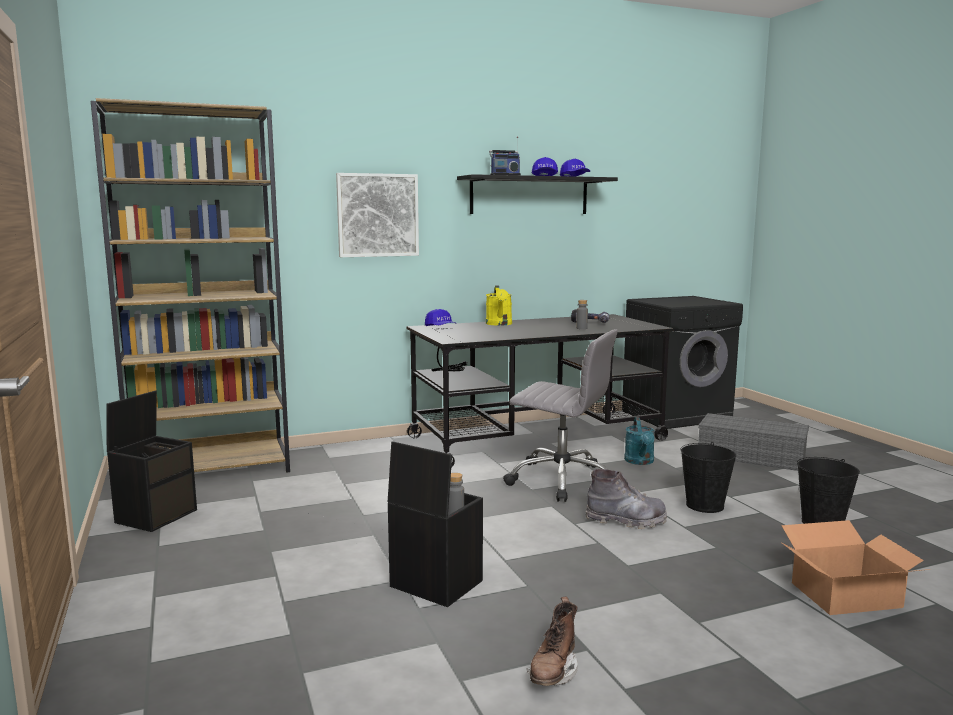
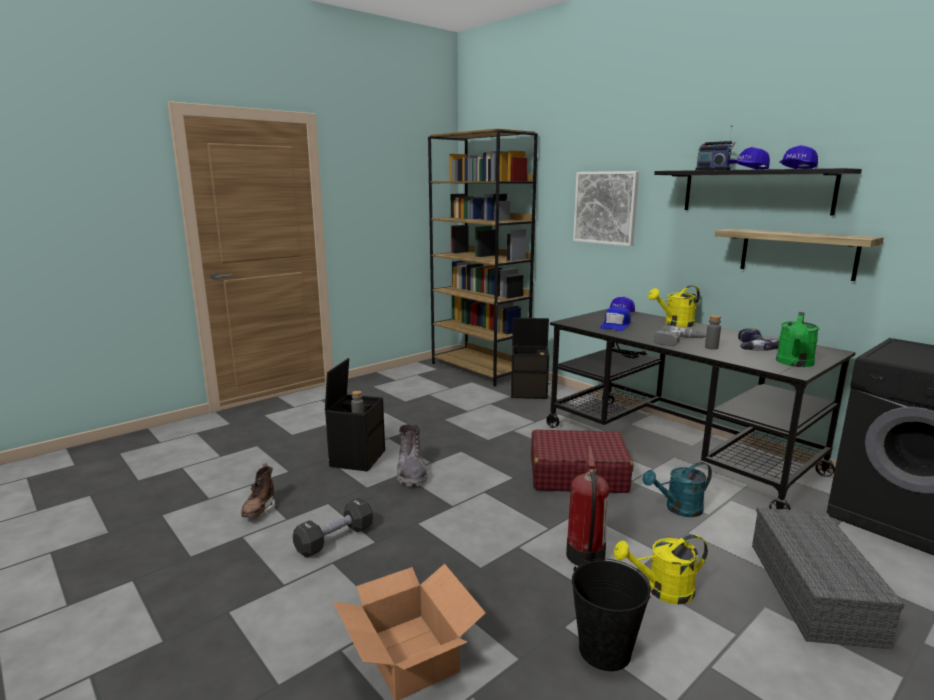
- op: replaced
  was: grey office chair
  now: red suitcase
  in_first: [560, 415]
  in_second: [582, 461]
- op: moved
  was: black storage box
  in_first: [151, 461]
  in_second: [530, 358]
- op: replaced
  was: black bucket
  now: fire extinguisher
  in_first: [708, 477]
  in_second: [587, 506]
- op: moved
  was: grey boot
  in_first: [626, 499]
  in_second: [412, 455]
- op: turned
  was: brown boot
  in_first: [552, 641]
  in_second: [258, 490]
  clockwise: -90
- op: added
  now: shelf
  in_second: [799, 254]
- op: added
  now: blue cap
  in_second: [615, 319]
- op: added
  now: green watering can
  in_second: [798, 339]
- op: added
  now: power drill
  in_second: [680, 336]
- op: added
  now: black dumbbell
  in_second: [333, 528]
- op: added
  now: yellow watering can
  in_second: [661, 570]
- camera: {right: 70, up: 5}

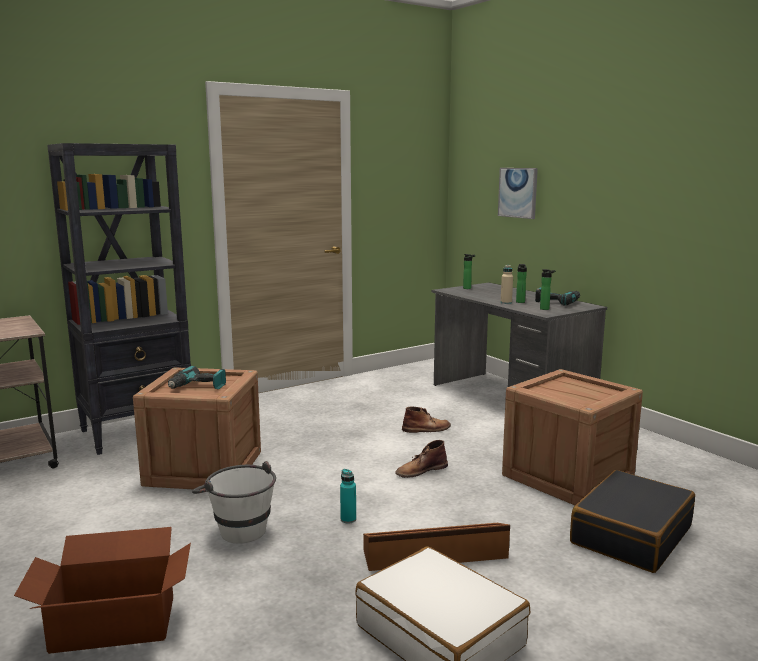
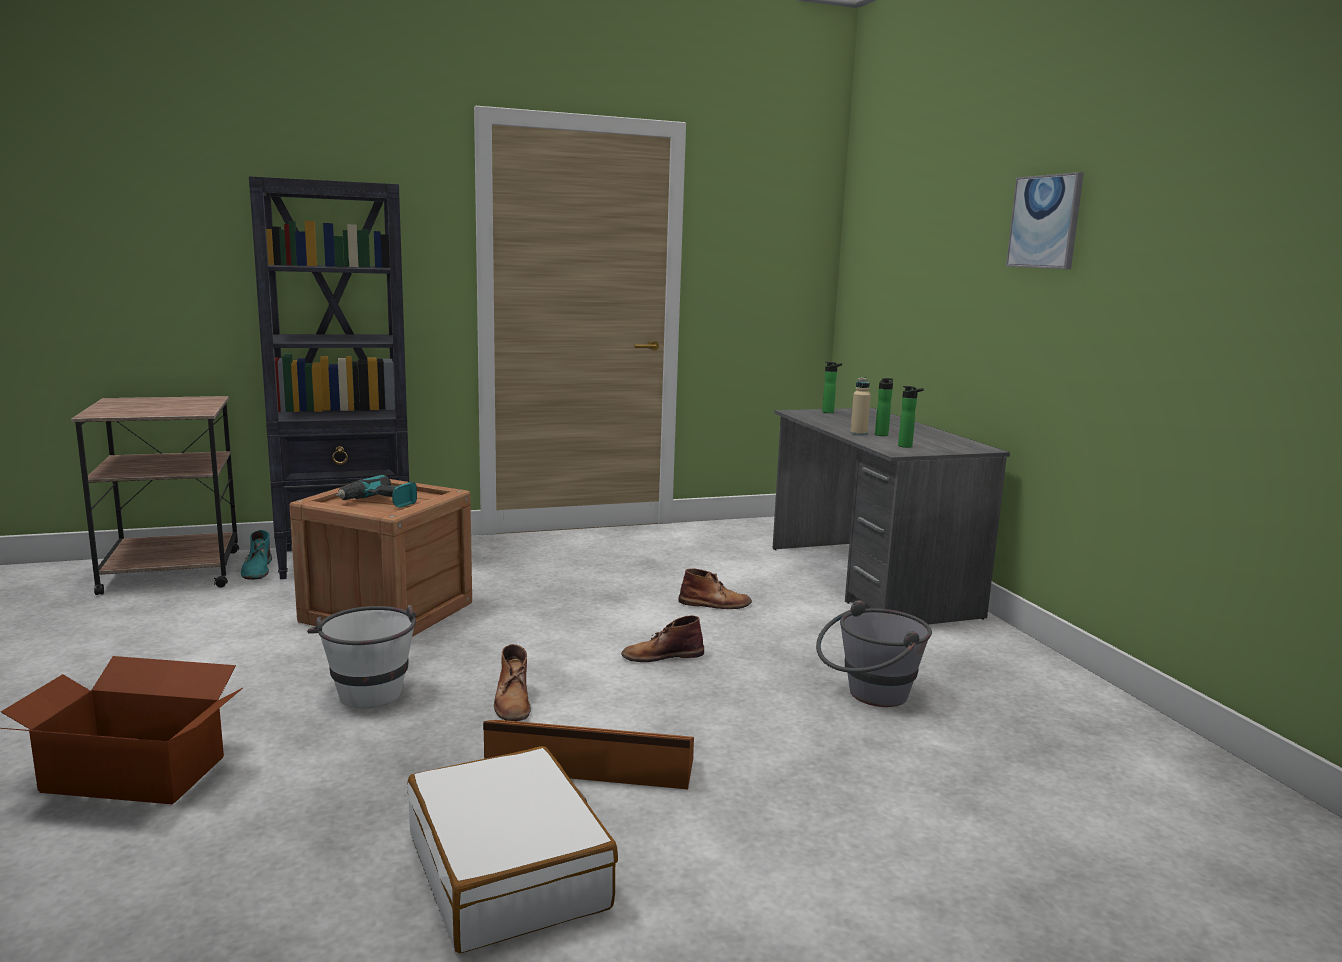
- op: moved
  was: picture
  in_first: [518, 193]
  in_second: [1045, 220]
- op: removed
  was: power drill
  in_first: [557, 296]
- op: replaced
  was: crate
  now: grey bucket
  in_first: [572, 437]
  in_second: [874, 653]
- op: replaced
  was: turquoise bottle
  now: brown boot
  in_first: [348, 496]
  in_second: [512, 682]
- op: removed
  was: black suitcase
  in_first: [632, 521]
- op: added
  now: turquoise boot
  in_second: [256, 555]
- camera: {right: 15, up: 0}

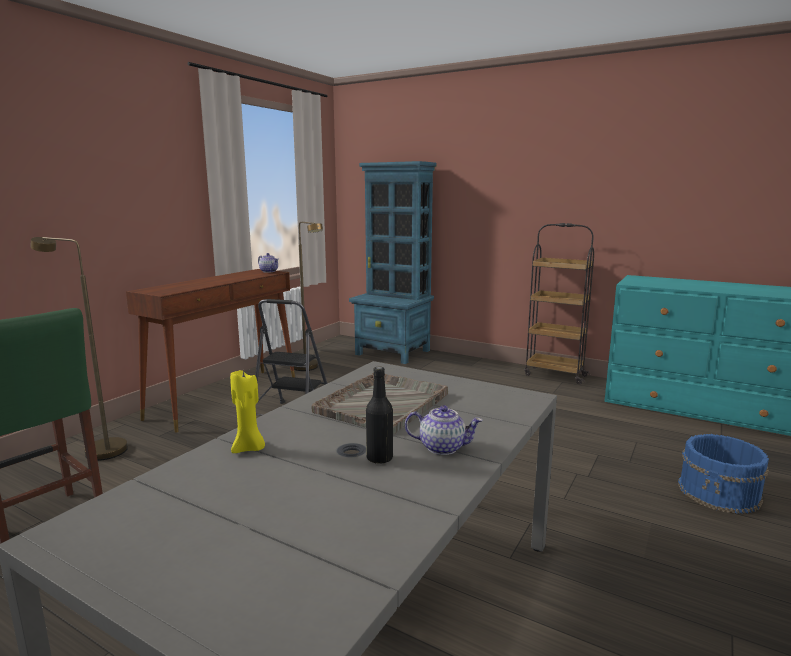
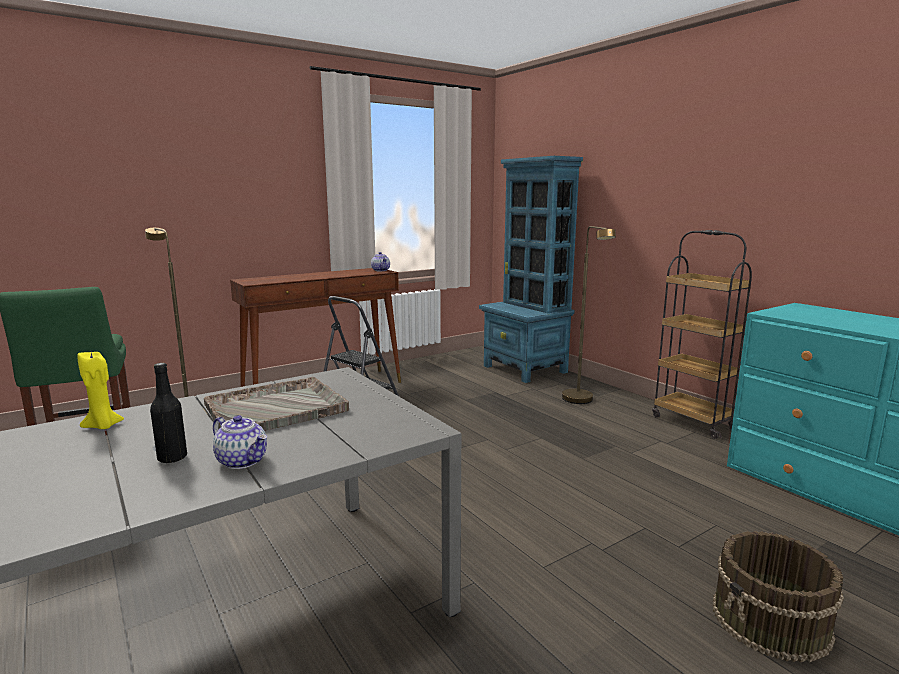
- op: moved
  was: brown floor lamp
  in_first: [308, 296]
  in_second: [589, 315]
- op: recoloured
  was: blue bucket
  now: brown bucket
  in_first: [723, 474]
  in_second: [778, 597]
- camera: {right: 25, up: 0}

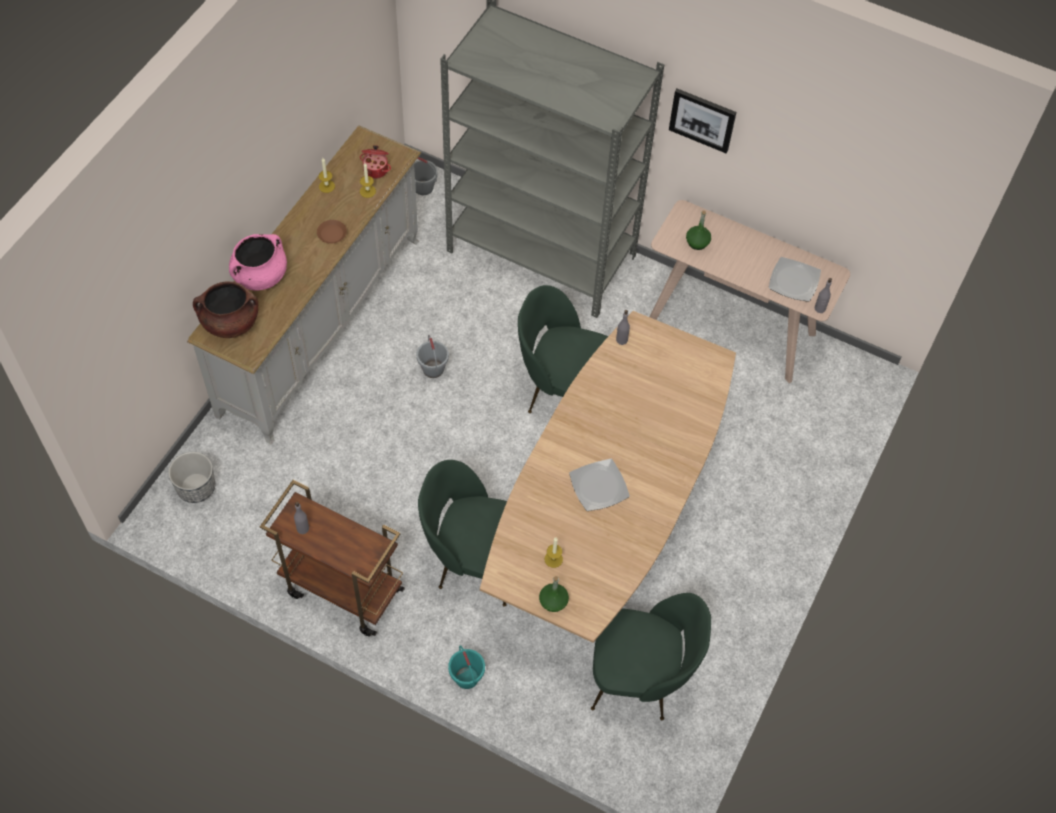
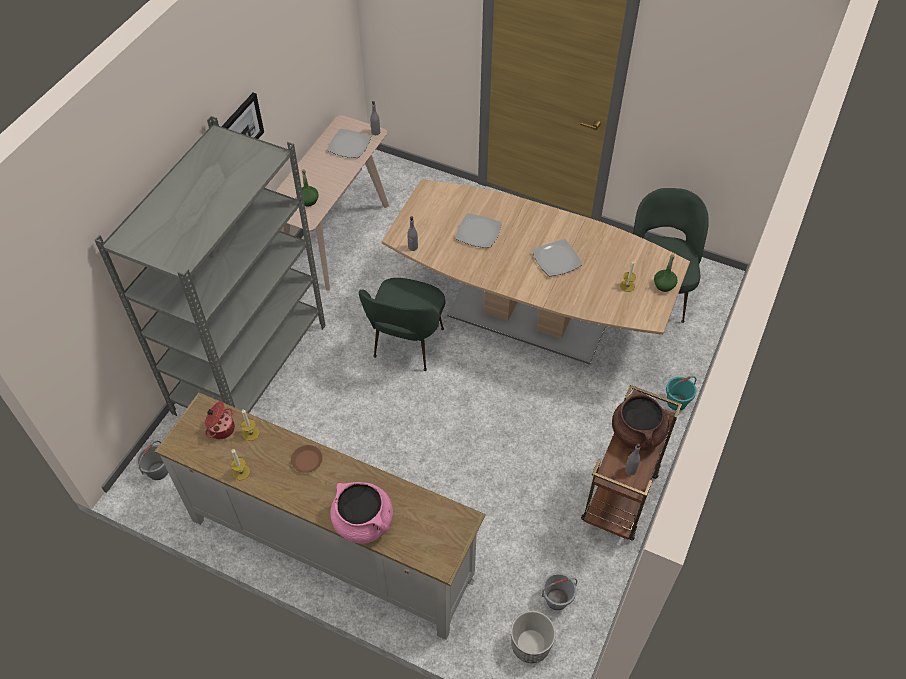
- op: moved
  was: brown cooking pot
  in_first: [225, 310]
  in_second: [640, 420]
- op: moved
  was: grey bucket
  in_first: [432, 356]
  in_second: [559, 591]
- op: removed
  was: green chair
  in_first: [462, 533]
- op: added
  now: plate
  in_second: [478, 230]
- camera: {right: -90, up: -5}

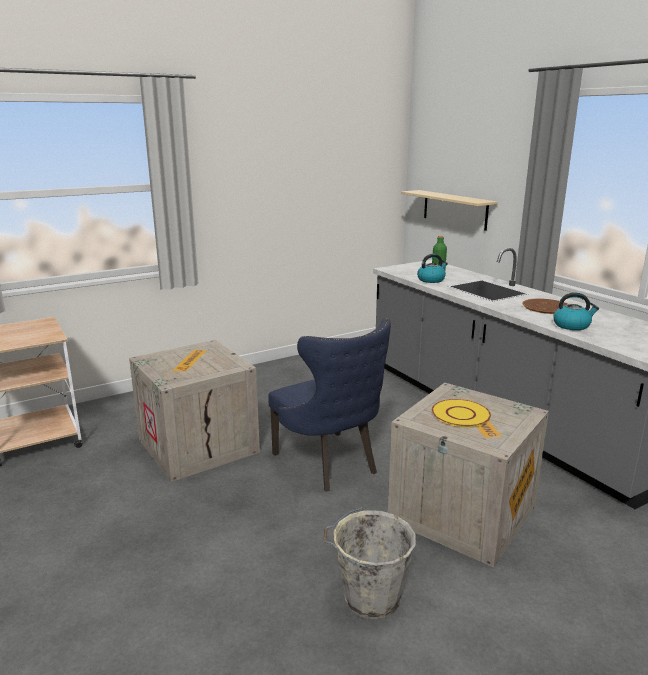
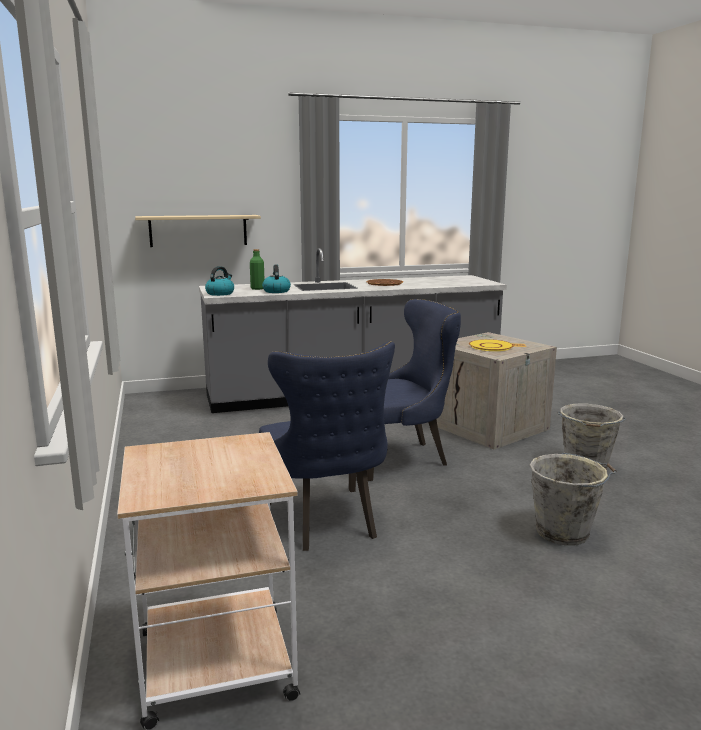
- op: moved
  was: kettle
  in_first: [576, 311]
  in_second: [219, 281]
- op: replaced
  was: crate
  now: blue chair
  in_first: [194, 411]
  in_second: [327, 446]
- op: added
  now: grey bucket
  in_second: [573, 499]
- camera: {right: -75, up: -5}

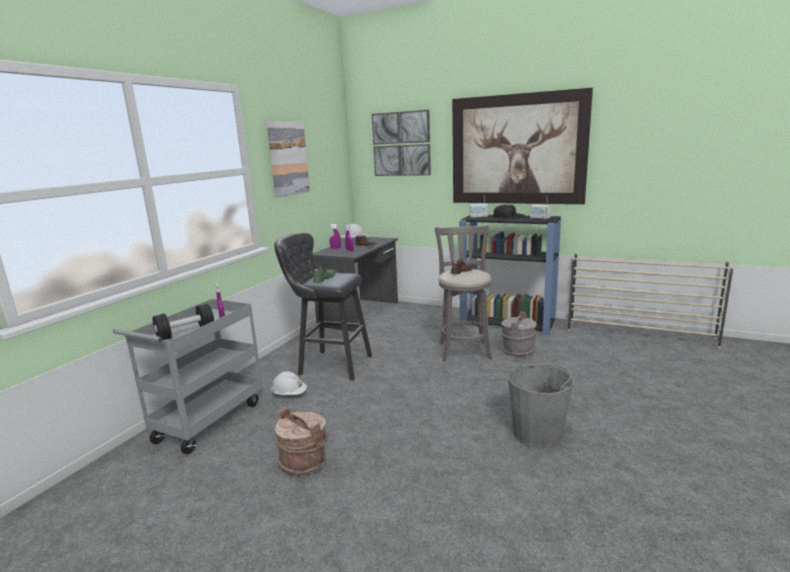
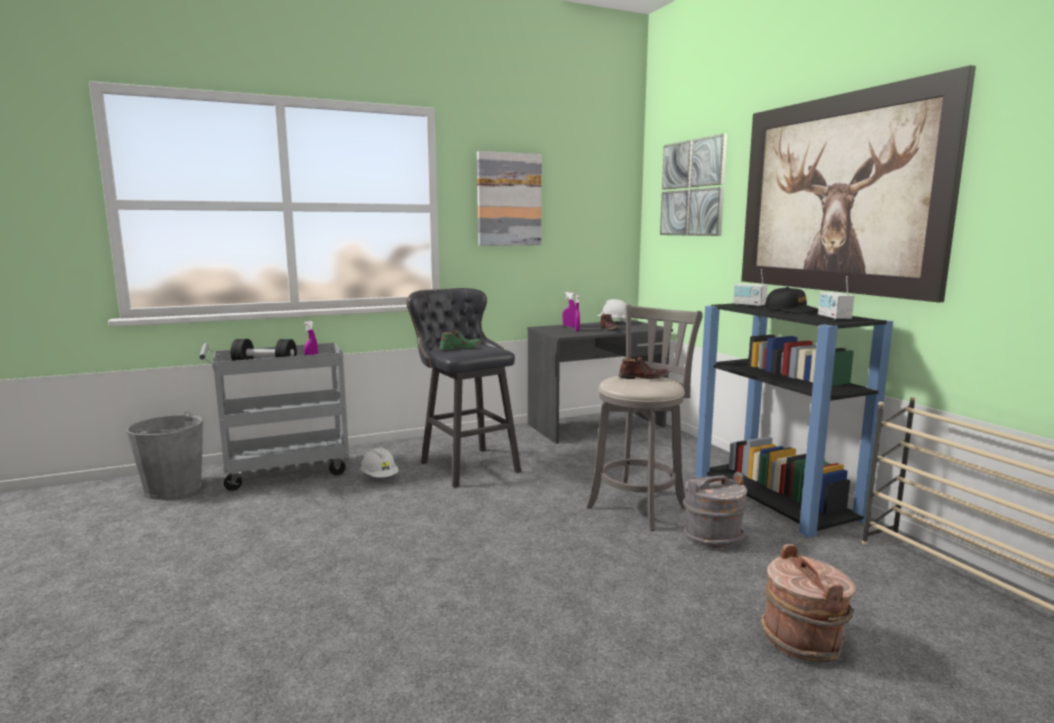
- op: moved
  was: grey bucket
  in_first: [541, 406]
  in_second: [164, 455]
- op: moved
  was: brown bucket
  in_first: [301, 442]
  in_second: [808, 603]
- camera: {right: 40, up: -5}

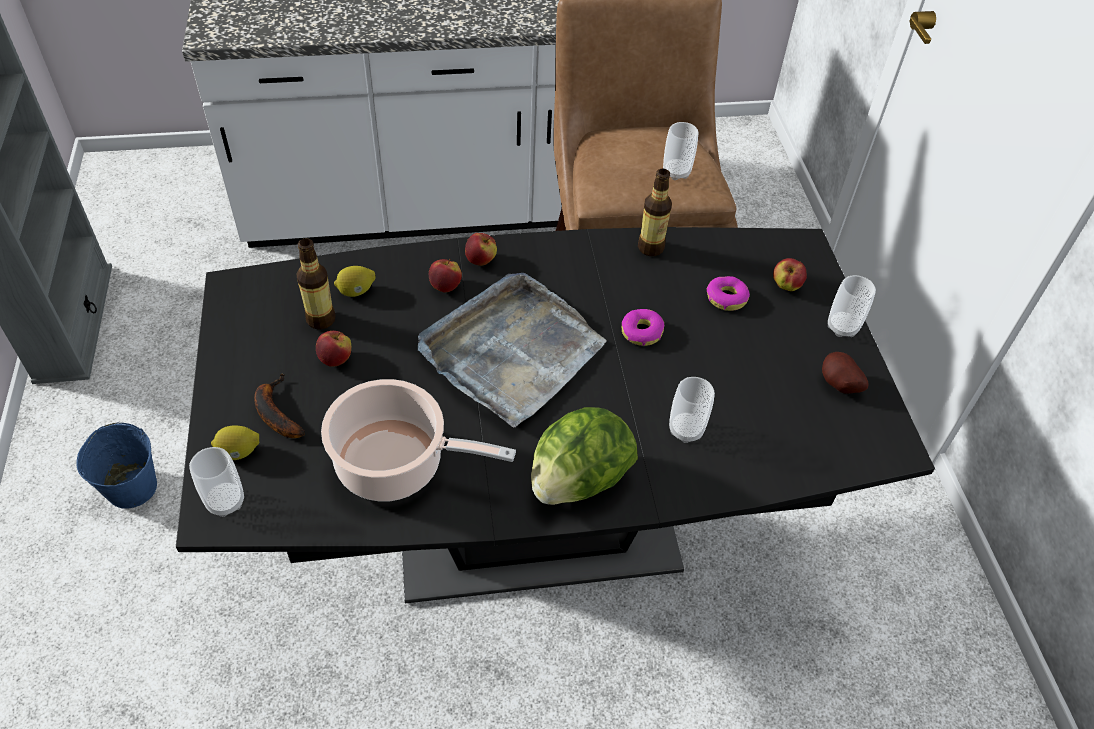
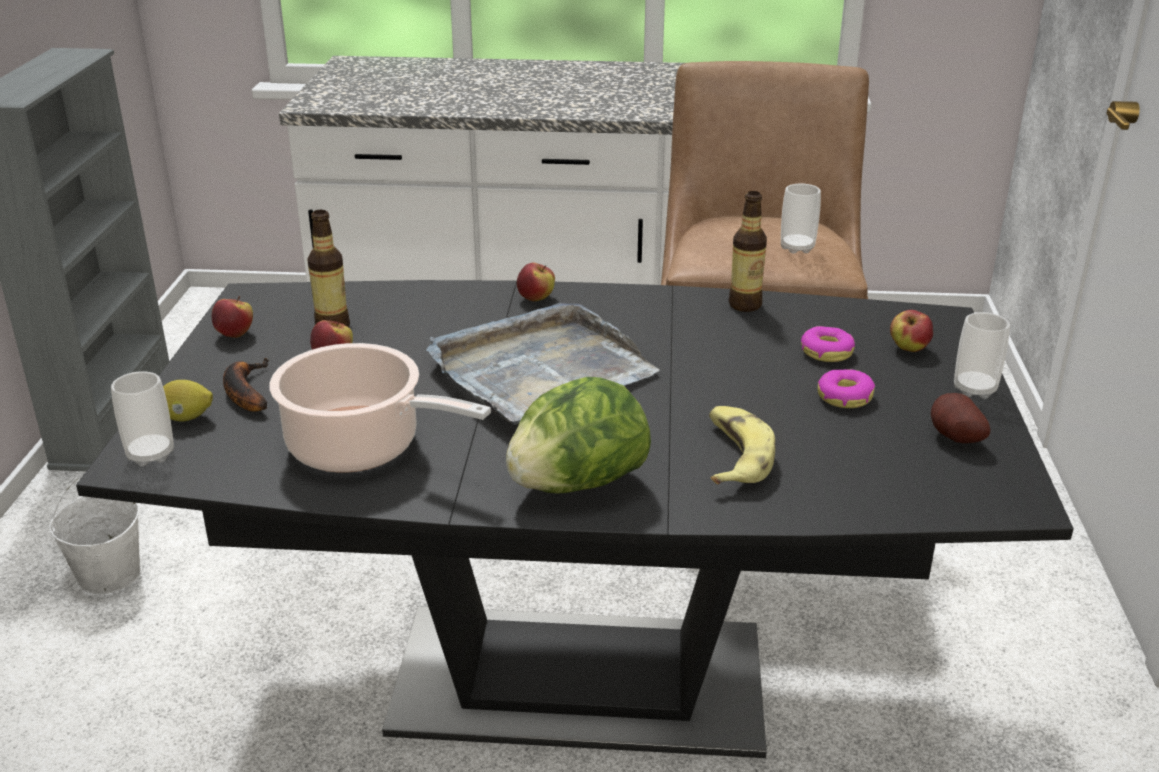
- op: moved
  was: apple
  in_first: [445, 275]
  in_second: [232, 317]
- op: removed
  was: lemon
  in_first: [354, 281]
- op: moved
  was: donut
  in_first: [643, 327]
  in_second: [846, 388]
- op: replaced
  was: cup
  now: banana
  in_first: [692, 410]
  in_second: [742, 445]
- op: recoloured
  was: blue bucket
  now: white bucket
  in_first: [116, 466]
  in_second: [94, 533]
- camera: {right: 15, up: -20}

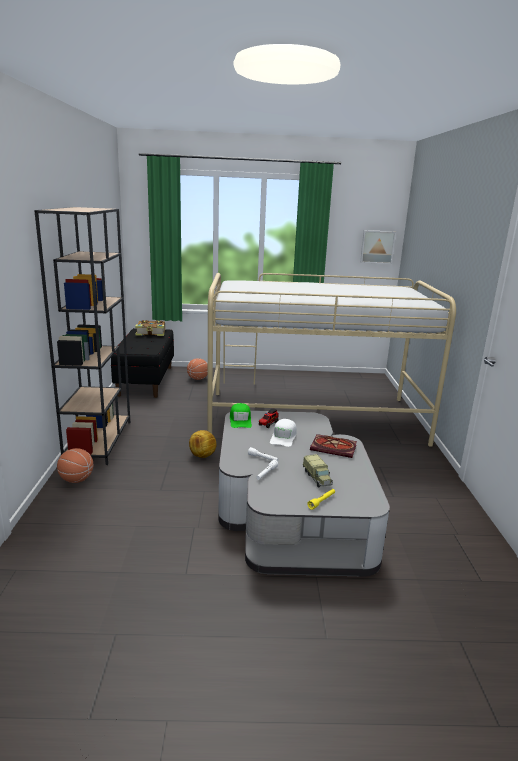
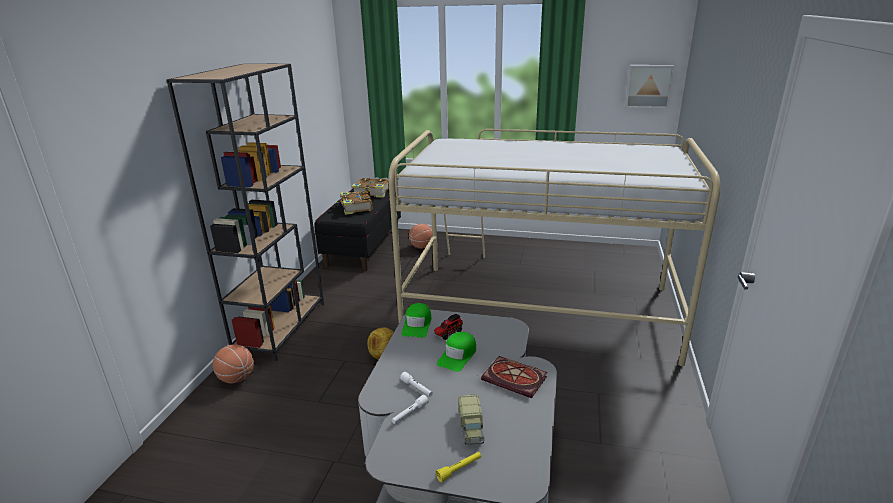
- op: recoloured
  was: white cap
  now: green cap
  in_first: [283, 433]
  in_second: [456, 352]
- op: added
  now: book
  in_second: [354, 202]
- camera: {right: 15, up: 5}

